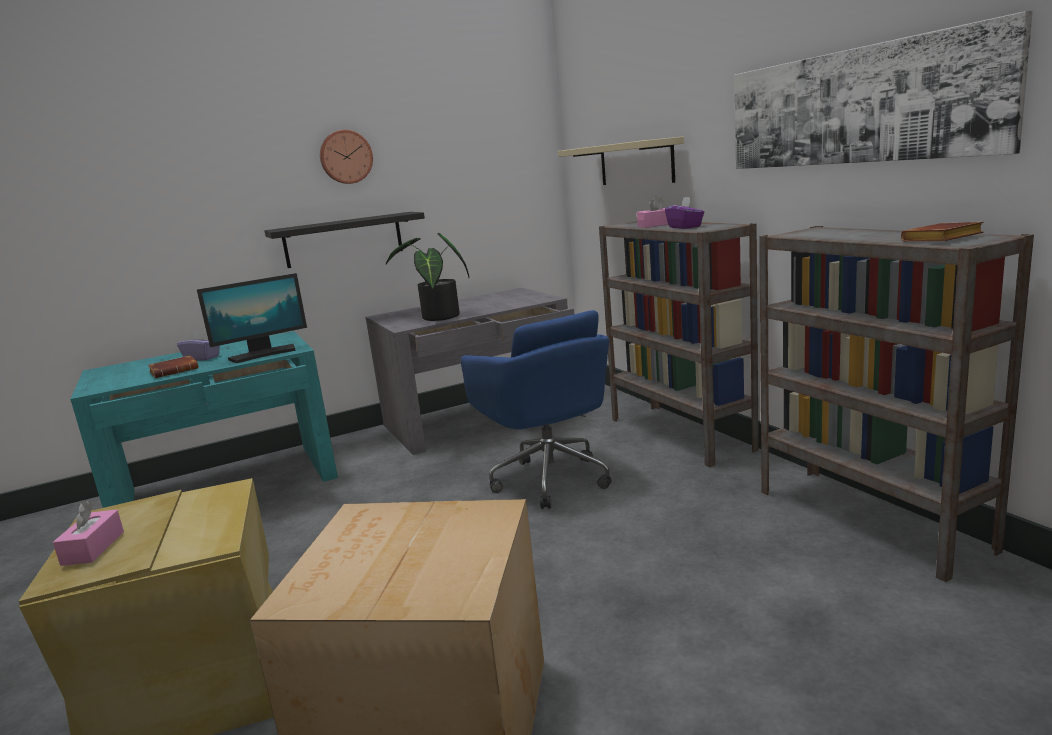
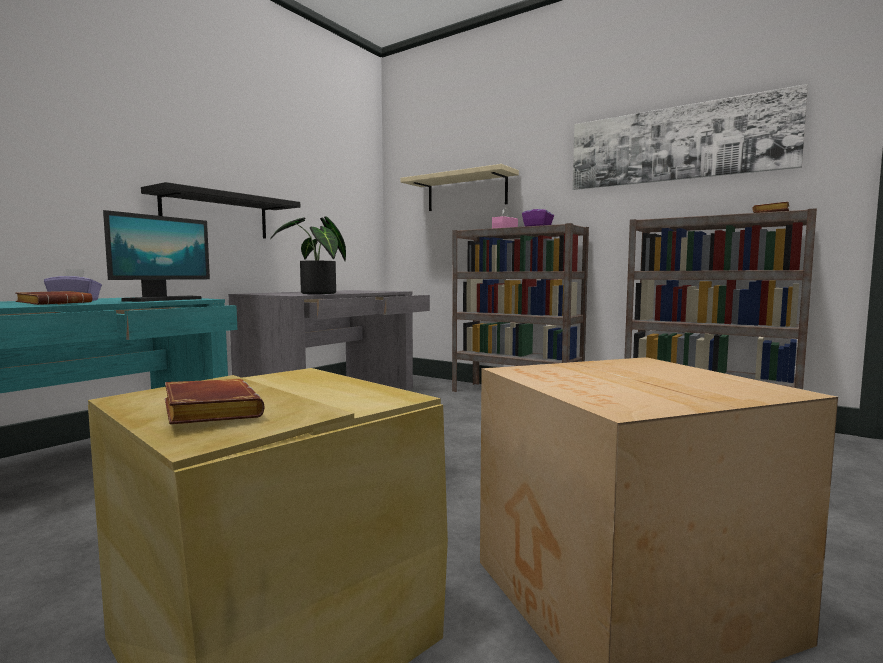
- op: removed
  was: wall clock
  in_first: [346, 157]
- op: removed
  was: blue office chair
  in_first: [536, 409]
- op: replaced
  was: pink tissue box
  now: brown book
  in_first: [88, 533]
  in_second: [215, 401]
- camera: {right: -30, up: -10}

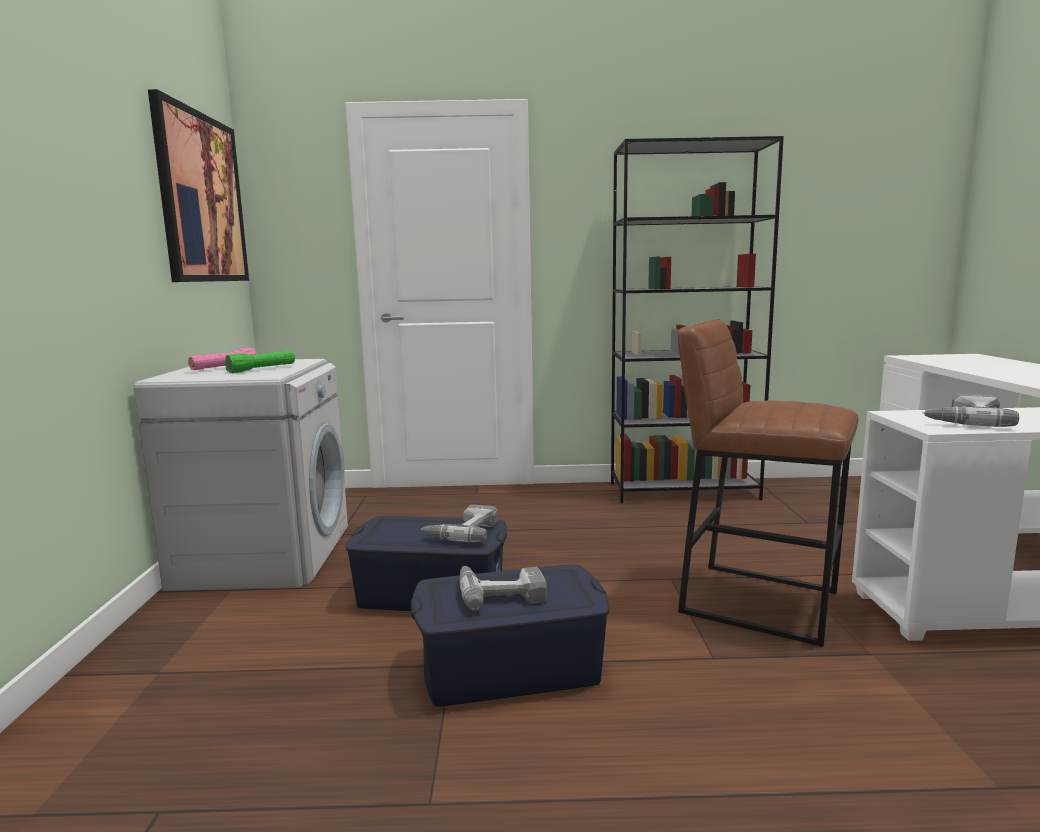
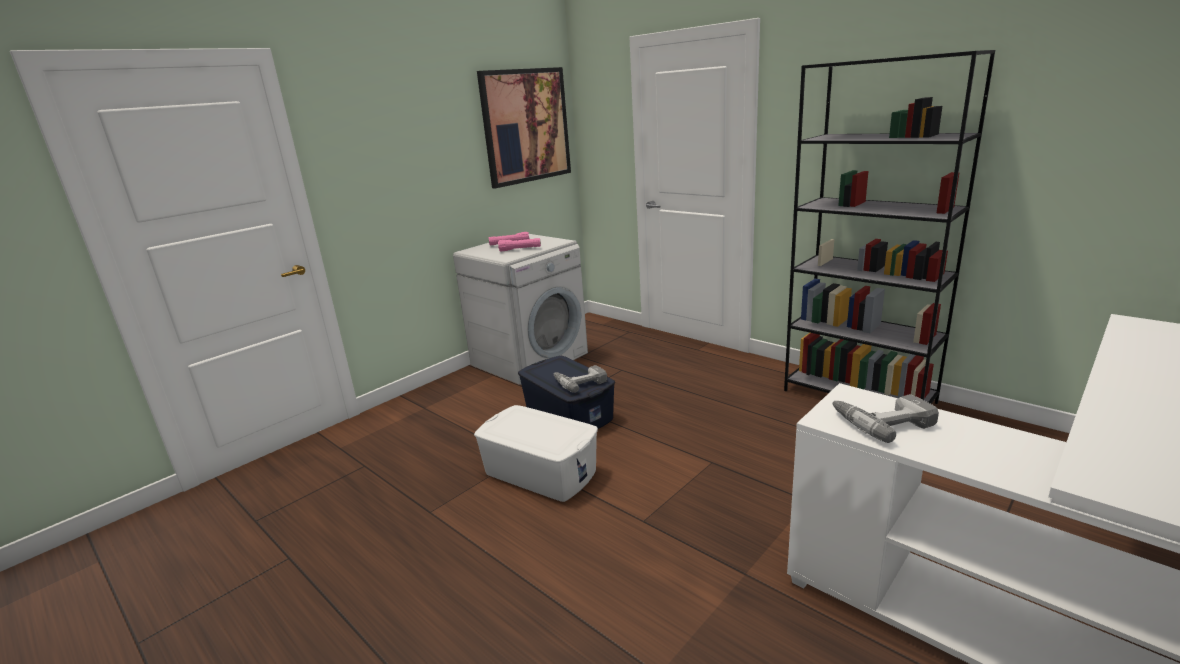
- op: removed
  was: brown stool
  in_first: [768, 483]
- op: recoloured
  was: green flashlight
  now: pink flashlight
  in_first: [259, 362]
  in_second: [519, 244]
- op: recoloured
  was: blue storage box
  now: white storage box
  in_first: [510, 635]
  in_second: [536, 453]
- op: removed
  was: power drill
  in_first: [503, 588]
- camera: {right: 45, up: 10}

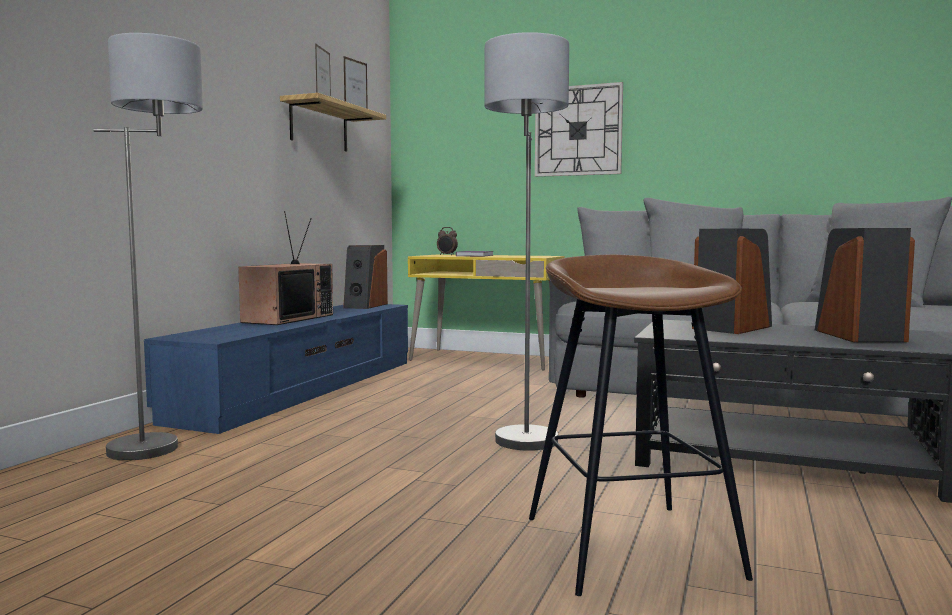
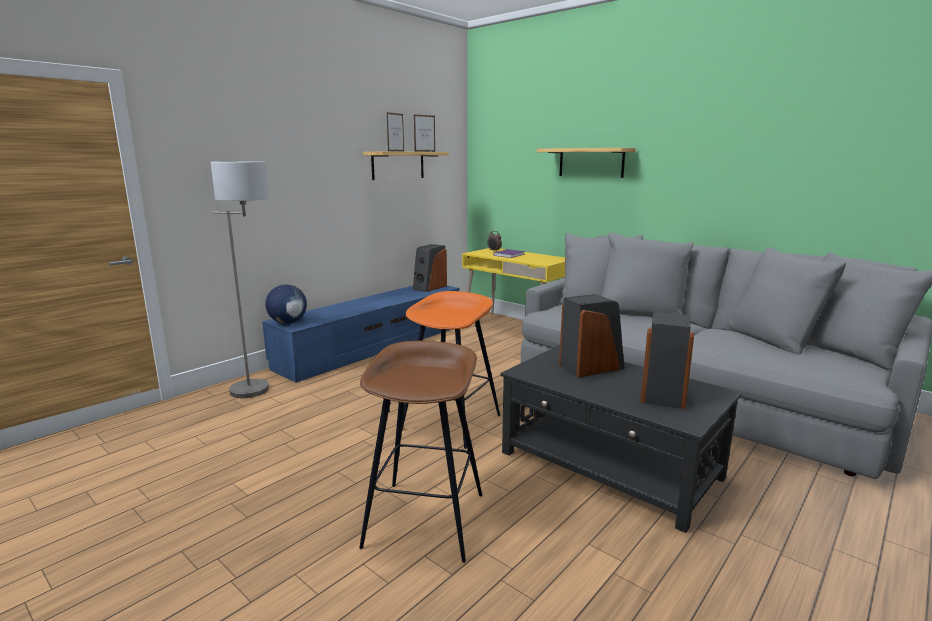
- op: replaced
  was: grey floor lamp
  now: orange stool
  in_first: [527, 241]
  in_second: [451, 370]
- op: replaced
  was: wall clock
  now: shelf
  in_first: [579, 129]
  in_second: [586, 163]
- op: removed
  was: television
  in_first: [285, 268]
- op: added
  now: globe
  in_second: [286, 304]
- camera: {right: 20, up: 10}

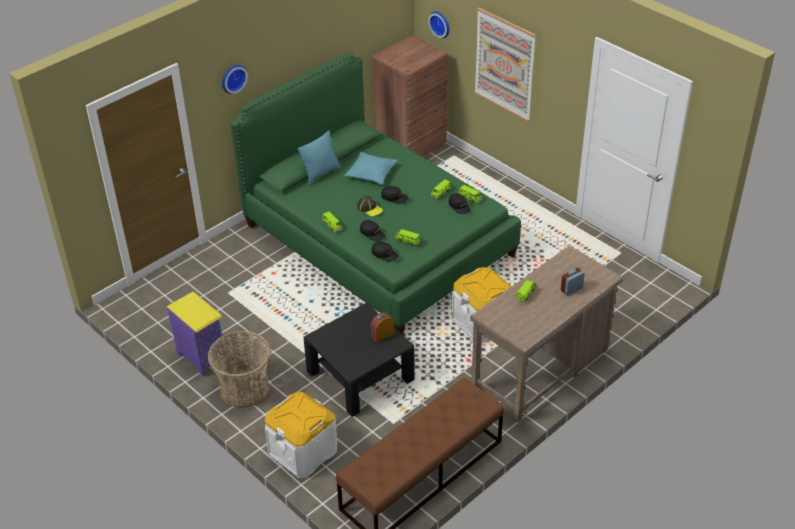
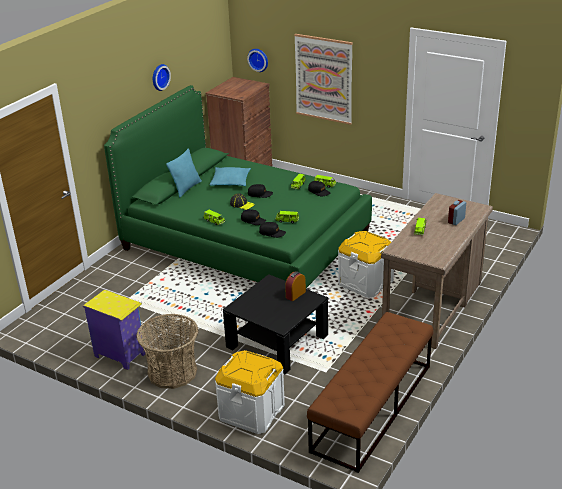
- op: moved
  was: wall clock
  in_first: [235, 79]
  in_second: [162, 77]
- camera: {right: -15, up: -10}

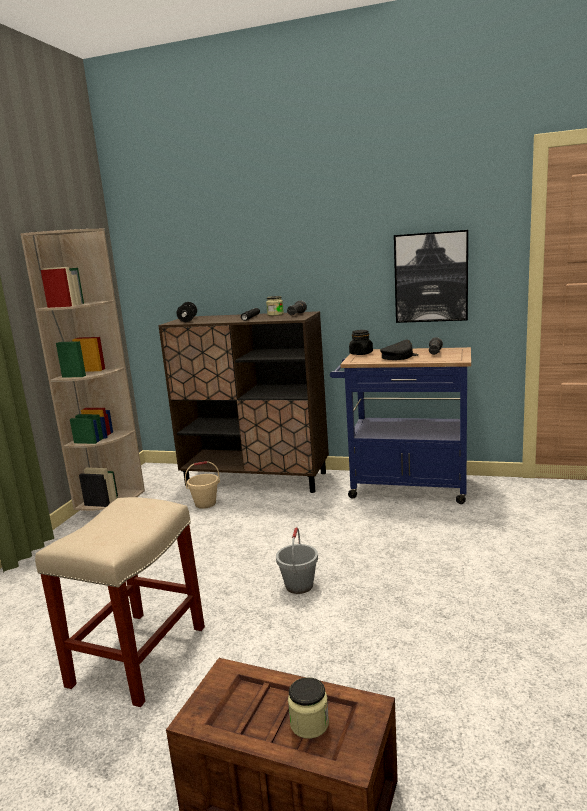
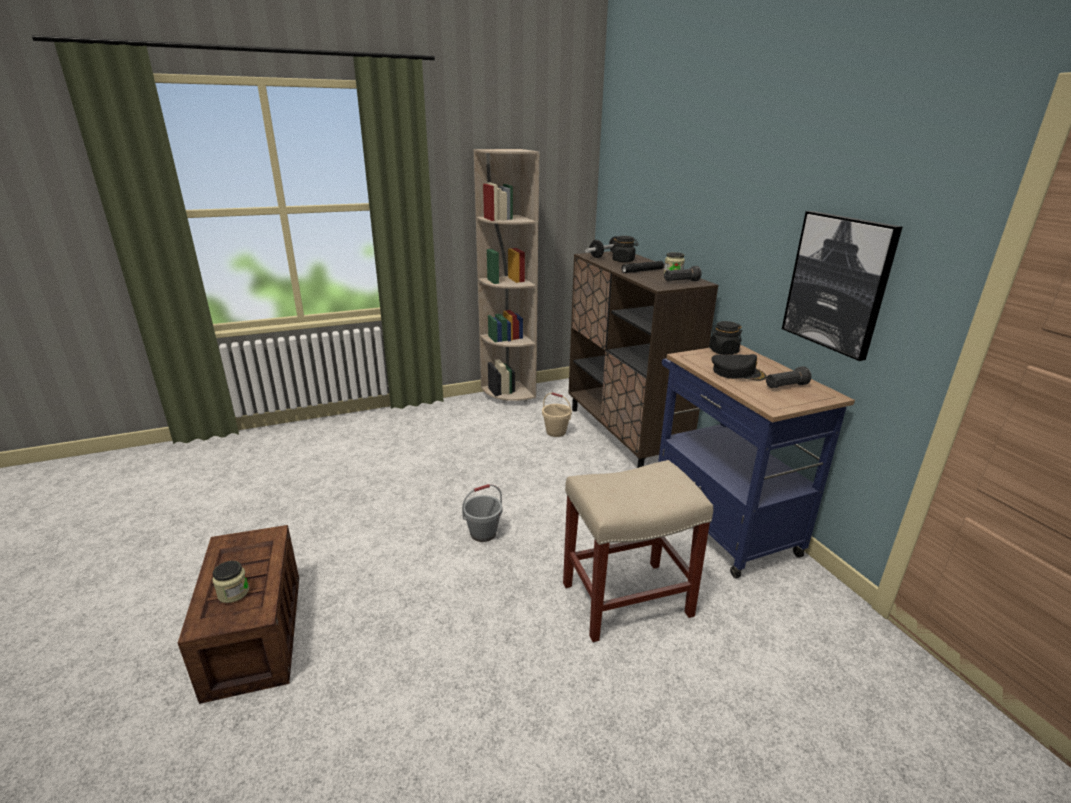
- op: moved
  was: beige stool
  in_first: [120, 602]
  in_second: [638, 551]
- op: added
  now: black jar
  in_second: [624, 249]
- camera: {right: 50, up: 10}

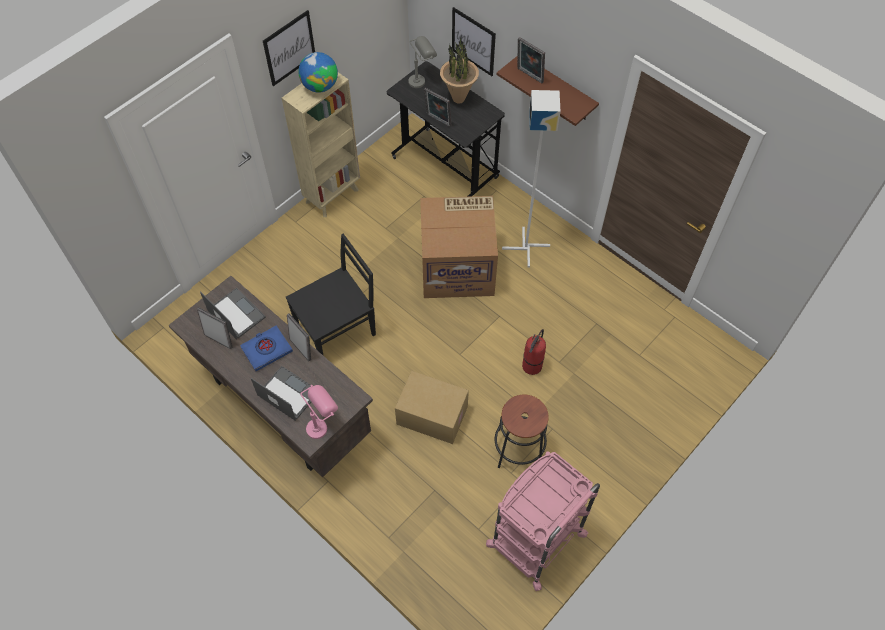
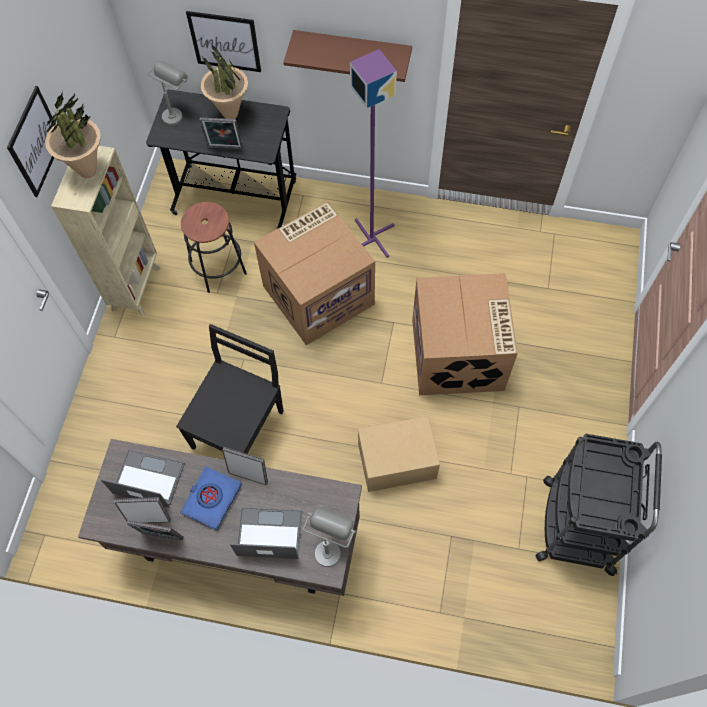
- op: moved
  was: picture frame
  in_first: [531, 60]
  in_second: [155, 530]
- op: replaced
  was: globe
  now: potted plant
  in_first: [318, 72]
  in_second: [72, 134]
- op: recoloured
  was: white floor lamp
  now: purple floor lamp
  in_first: [531, 178]
  in_second: [373, 153]
- op: replaced
  was: fire extinguisher
  now: cardboard box
  in_first: [534, 352]
  in_second: [465, 334]
- op: recoloured
  was: pink table lamp
  now: grey table lamp
  in_first: [319, 412]
  in_second: [329, 537]
- op: moved
  was: black stool
  in_first: [522, 431]
  in_second: [214, 247]
- op: recoloured
  was: pink cart
  now: black cart
  in_first: [543, 521]
  in_second: [599, 505]
- camera: {right: -30, up: 5}

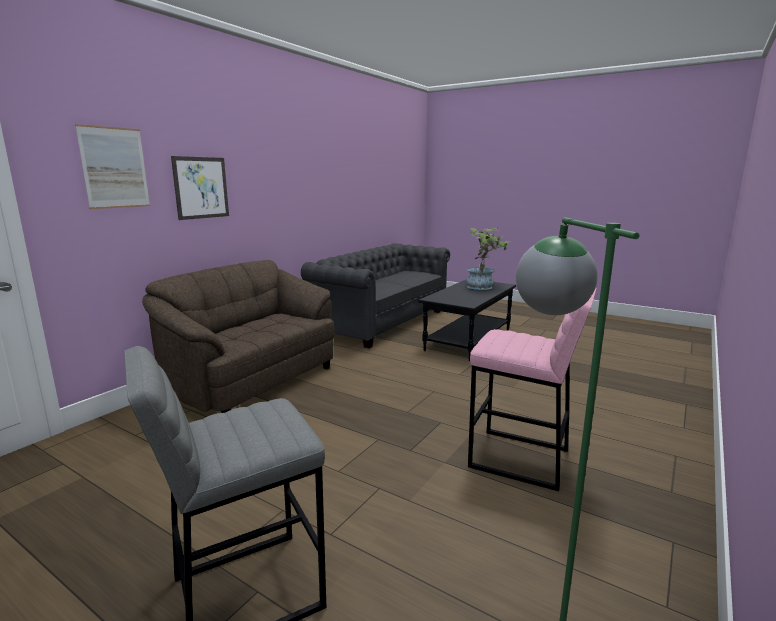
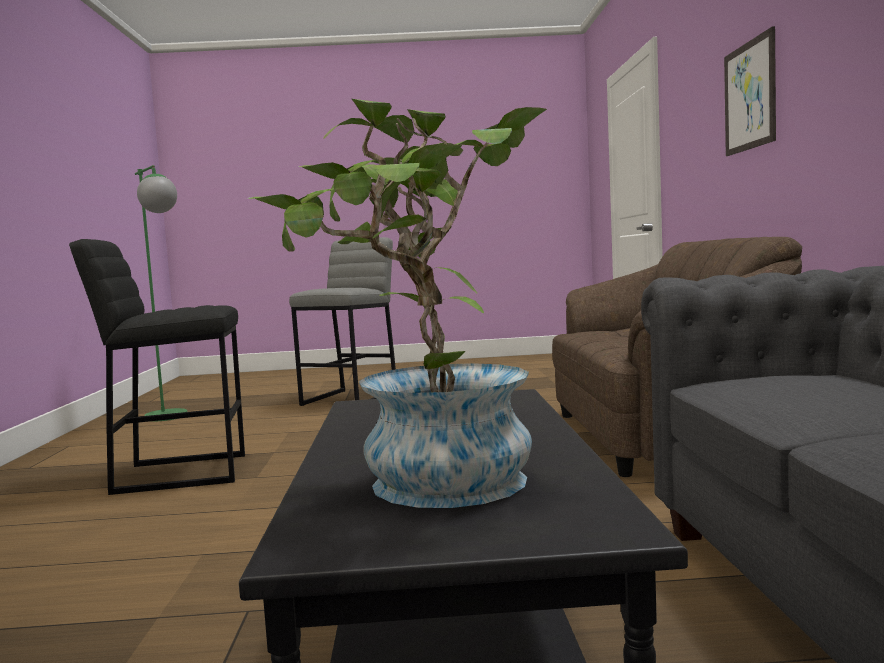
- op: removed
  was: picture
  in_first: [112, 166]
- op: recoloured
  was: pink stool
  now: black stool
  in_first: [532, 389]
  in_second: [157, 367]
- camera: {right: 145, up: -10}

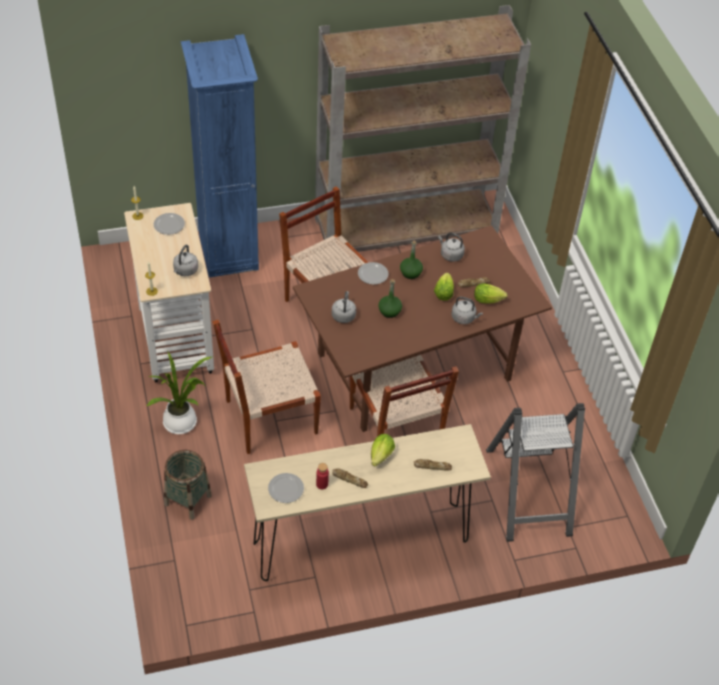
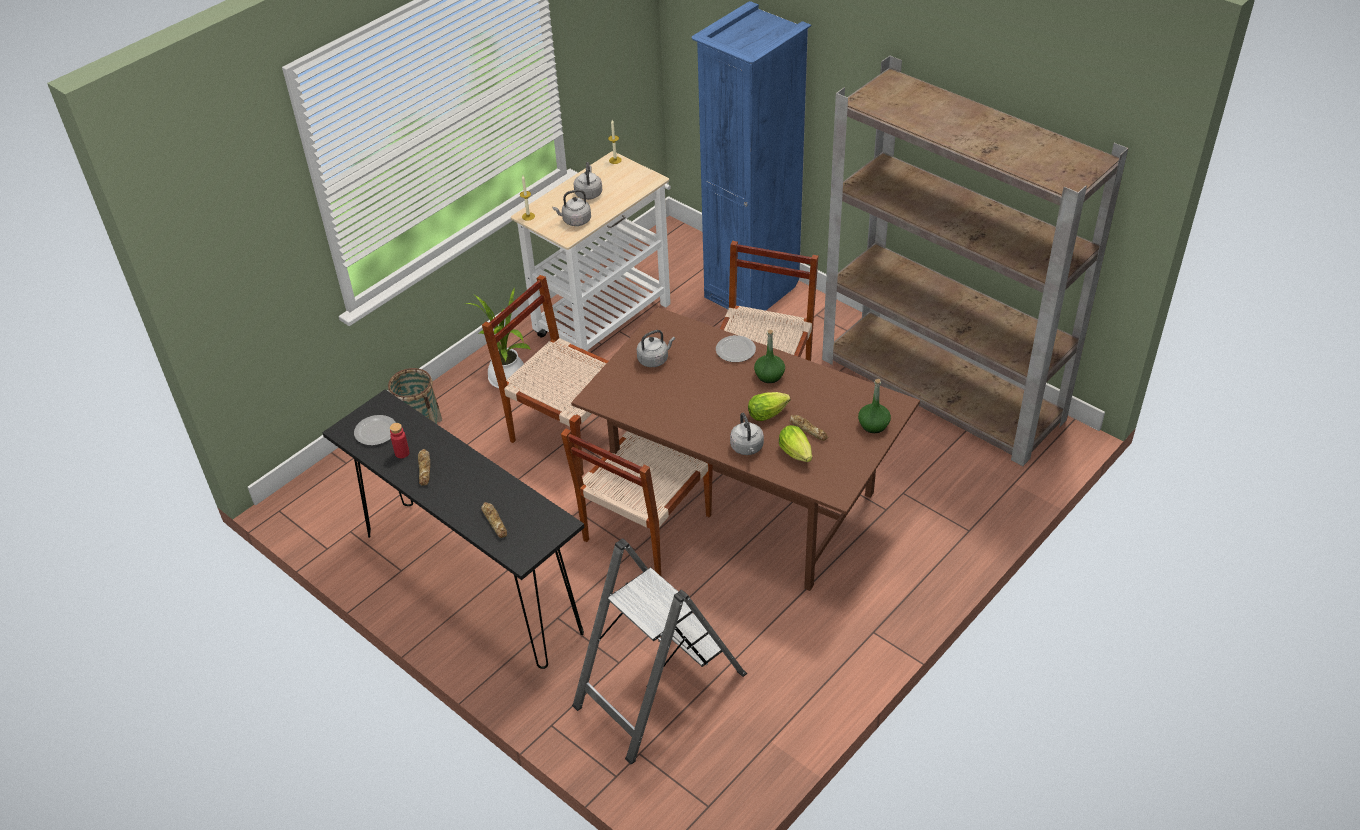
- op: removed
  was: plate
  in_first: [169, 224]
- op: moved
  was: grey kettle
  in_first: [451, 247]
  in_second: [588, 181]
- op: moved
  was: green bottle
  in_first: [390, 298]
  in_second: [874, 406]
- op: recoloured
  was: beige console table
  now: black console table
  in_first: [367, 502]
  in_second: [453, 529]
- op: removed
  was: lettuce
  in_first: [383, 450]
- camera: {right: 60, up: -5}

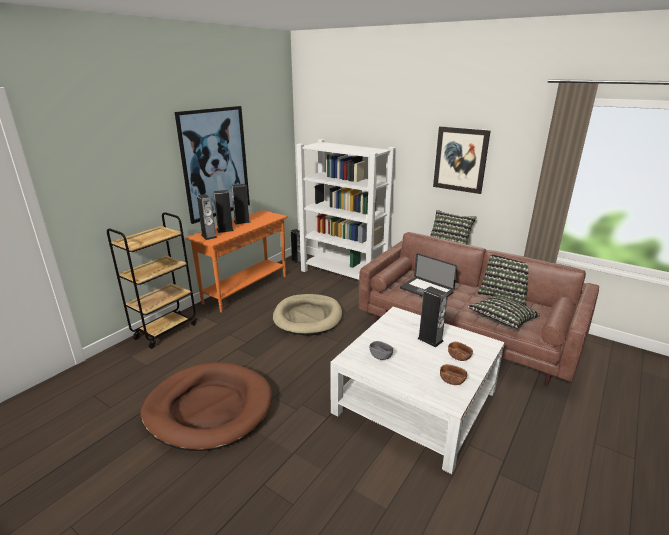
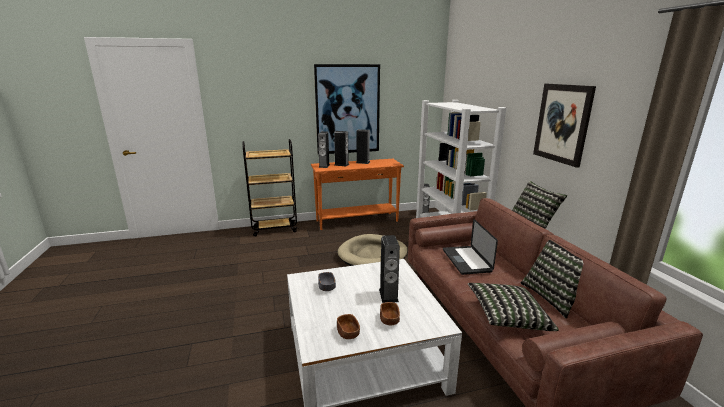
- op: removed
  was: brown dog bed
  in_first: [206, 406]
- camera: {right: 40, up: -5}

